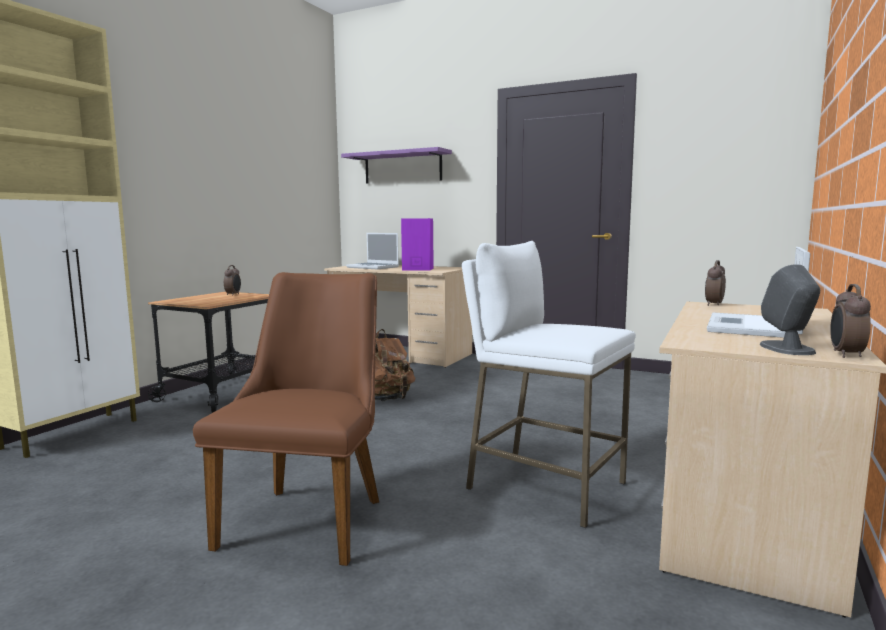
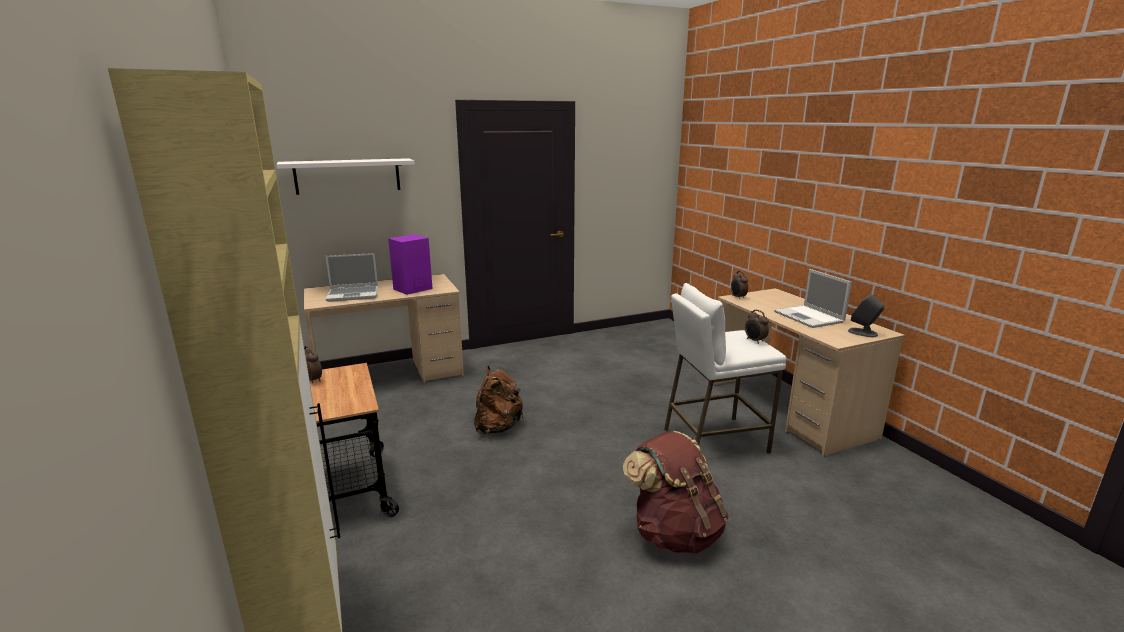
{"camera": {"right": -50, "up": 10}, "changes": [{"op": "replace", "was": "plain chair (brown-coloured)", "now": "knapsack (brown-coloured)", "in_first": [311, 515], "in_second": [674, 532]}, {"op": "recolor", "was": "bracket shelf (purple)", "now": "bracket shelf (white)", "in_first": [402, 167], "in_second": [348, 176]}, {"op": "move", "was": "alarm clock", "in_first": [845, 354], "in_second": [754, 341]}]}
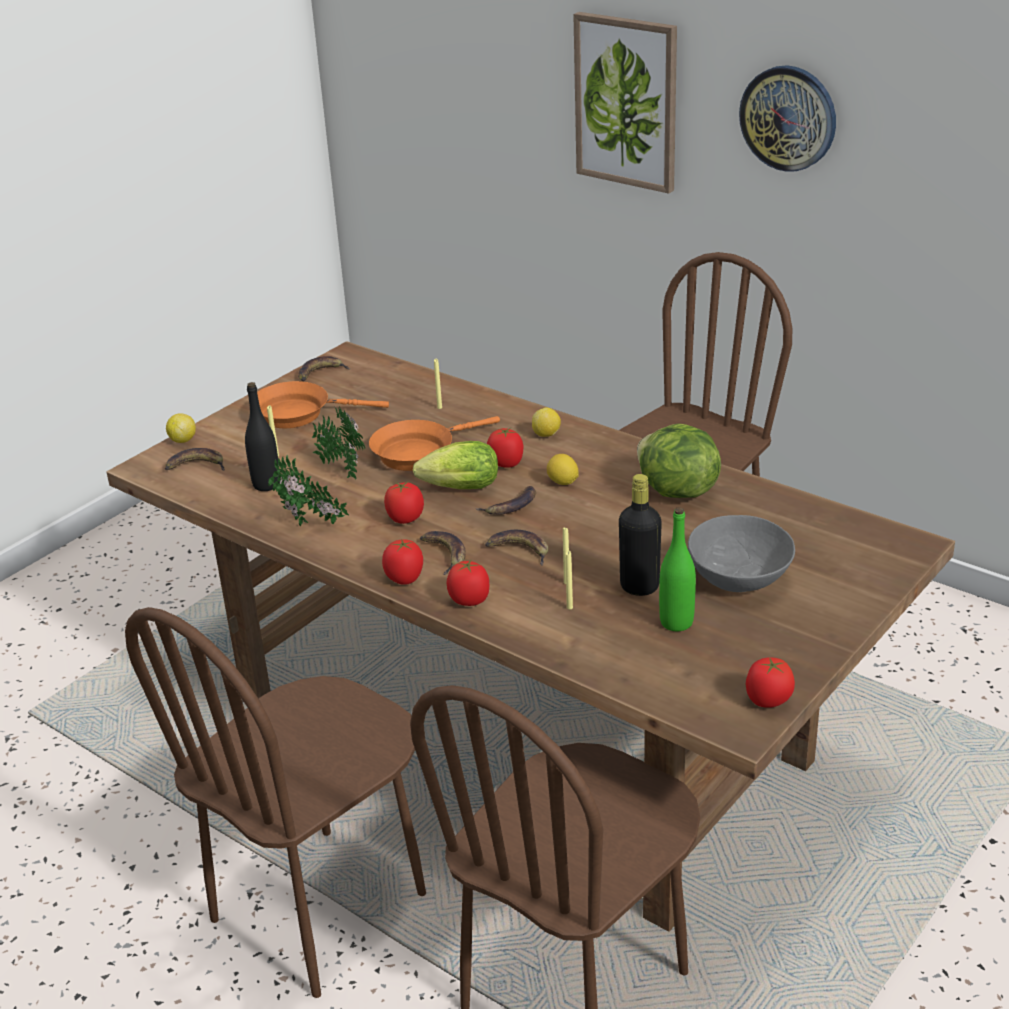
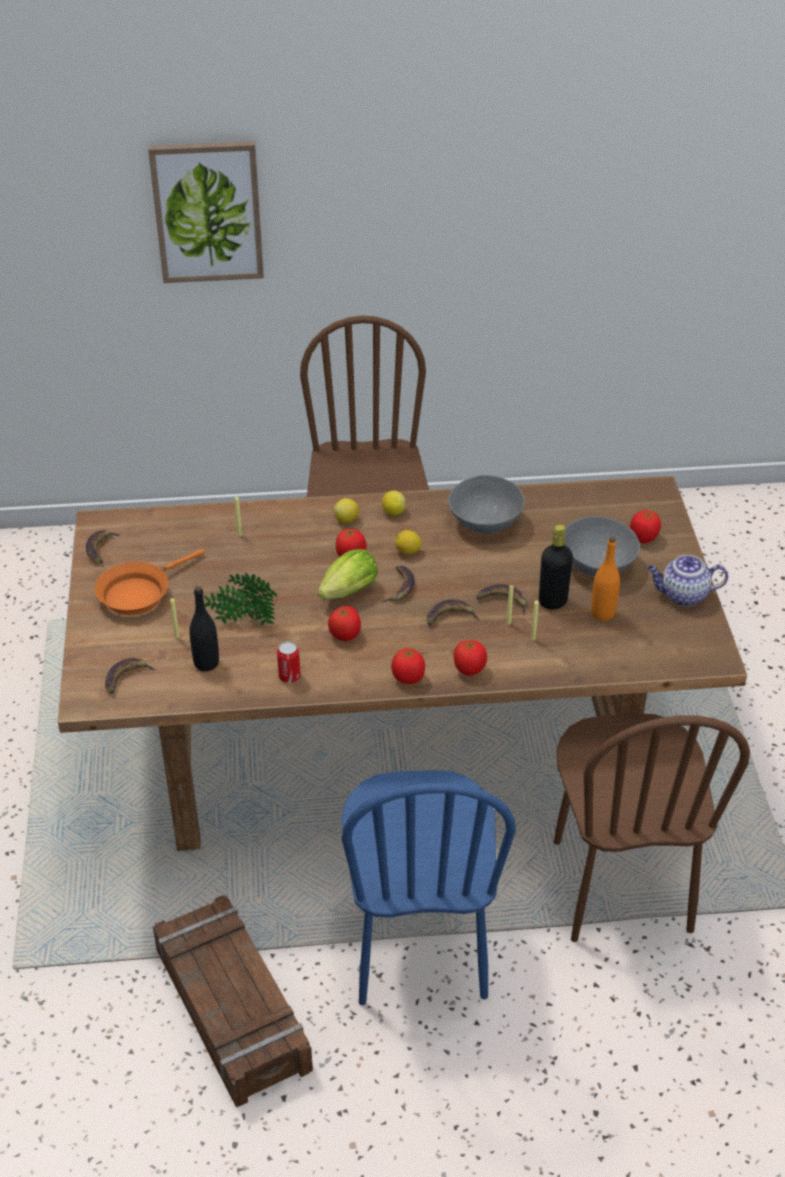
{"camera": {"right": -45, "up": 10}, "changes": [{"op": "recolor", "was": "plain chair (brown-coloured)", "now": "plain chair (blue)", "in_first": [320, 908], "in_second": [418, 946]}, {"op": "move", "was": "whole lemon", "in_first": [183, 440], "in_second": [393, 512]}, {"op": "replace", "was": "potted plant", "now": "sealed can", "in_first": [311, 526], "in_second": [289, 676]}, {"op": "delete", "was": "pan (orange-coloured)", "in_first": [418, 452]}, {"op": "move", "was": "whole banana", "in_first": [444, 554], "in_second": [502, 601]}, {"op": "replace", "was": "head of lettuce", "now": "bowl (gray)", "in_first": [676, 492], "in_second": [485, 522]}, {"op": "recolor", "was": "beverage bottle (green-coloured)", "now": "beverage bottle (orange-coloured)", "in_first": [676, 622], "in_second": [602, 613]}, {"op": "delete", "was": "wall clock", "in_first": [788, 118]}, {"op": "move", "was": "whole tomato", "in_first": [768, 700], "in_second": [643, 538]}, {"op": "insert", "now": "crate", "in_second": [233, 1008]}, {"op": "insert", "now": "teapot", "in_second": [682, 595]}]}
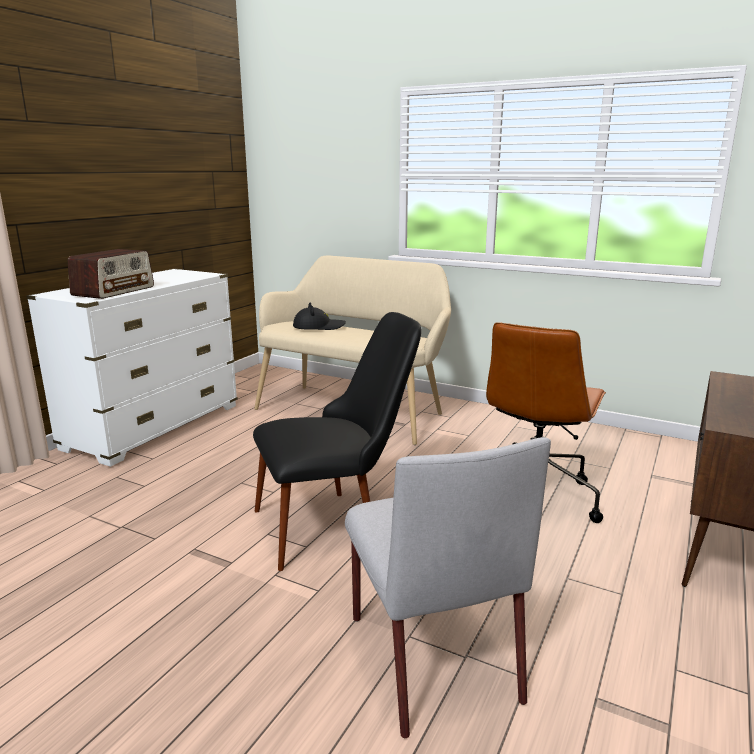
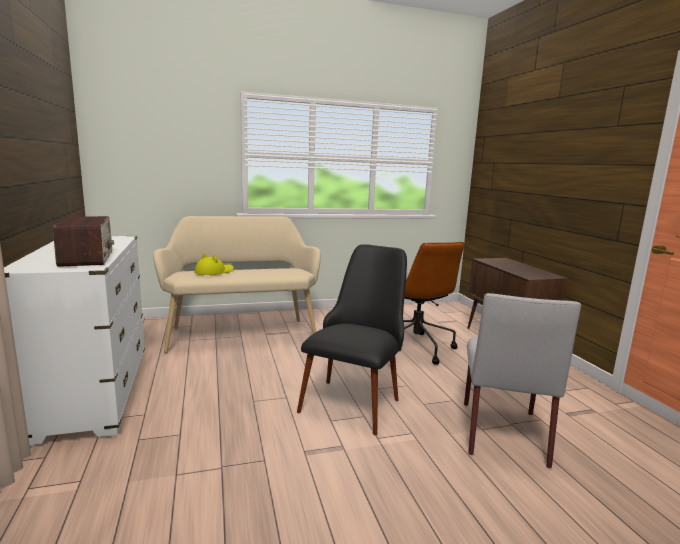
{"camera": {"right": -45, "up": -5}, "changes": [{"op": "recolor", "was": "clothing hat (black)", "now": "clothing hat (yellowish)", "in_first": [318, 327], "in_second": [214, 272]}, {"op": "rotate", "was": "plain chair (gray)", "in_first": [430, 655], "in_second": [502, 431], "clockwise": 75}]}
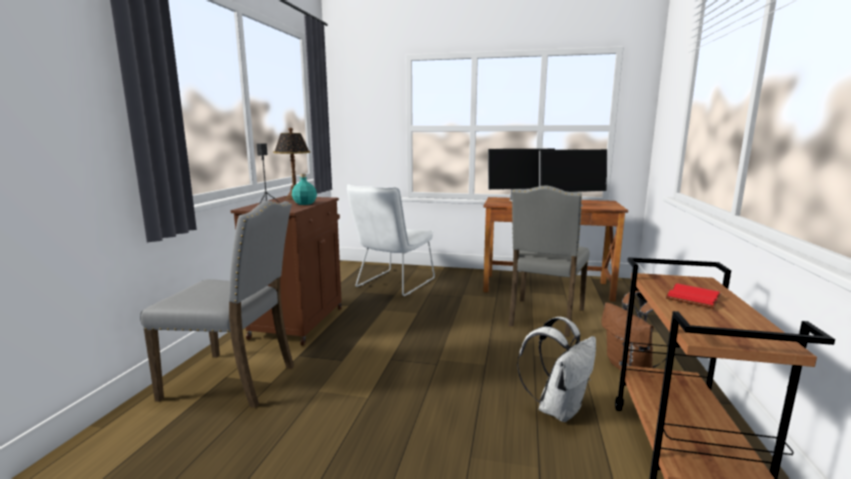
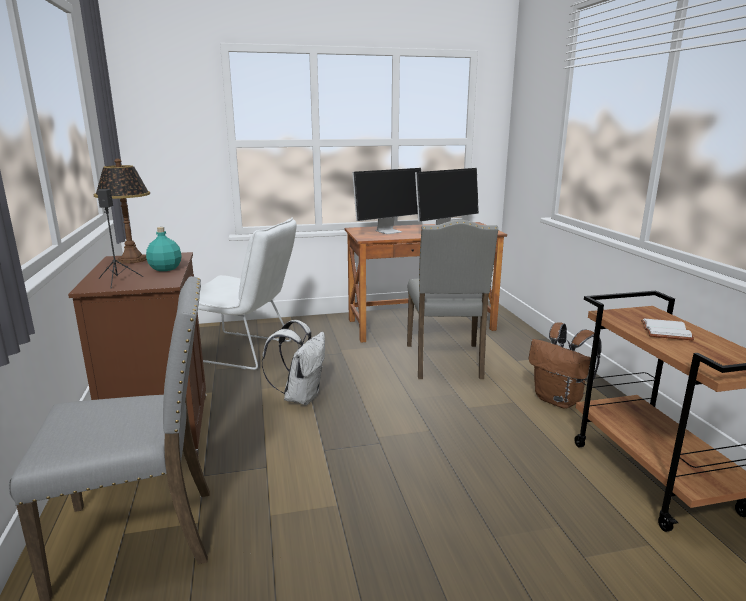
{"camera": {"right": -25, "up": 5}, "changes": [{"op": "rotate", "was": "plain chair (white)", "in_first": [392, 284], "in_second": [245, 351], "clockwise": -75}, {"op": "move", "was": "knapsack (white)", "in_first": [558, 408], "in_second": [301, 396]}, {"op": "recolor", "was": "bound book (reddish)", "now": "bound book (white)", "in_first": [694, 298], "in_second": [667, 332]}]}
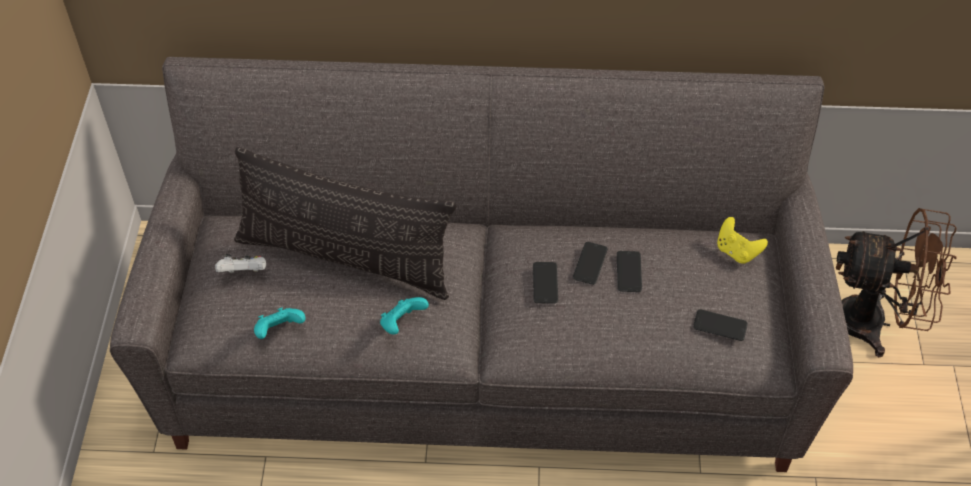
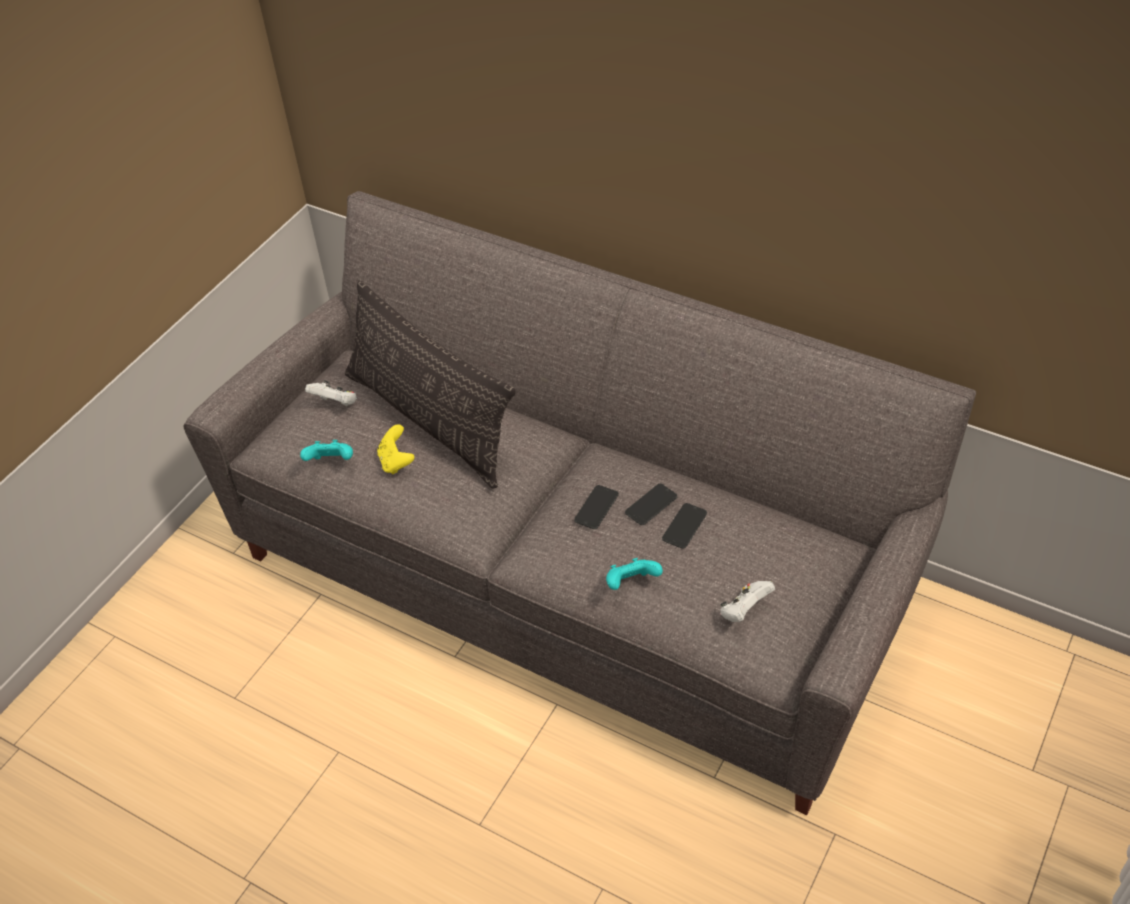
{"camera": {"right": 30, "up": -5}, "changes": [{"op": "move", "was": "gamepad (turquoise)", "in_first": [402, 323], "in_second": [631, 584]}, {"op": "replace", "was": "phone", "now": "gamepad (white)", "in_first": [720, 325], "in_second": [744, 611]}, {"op": "move", "was": "gamepad (yellowish)", "in_first": [737, 251], "in_second": [396, 462]}, {"op": "delete", "was": "cooling fan (brown-coloured)", "in_first": [873, 323]}]}
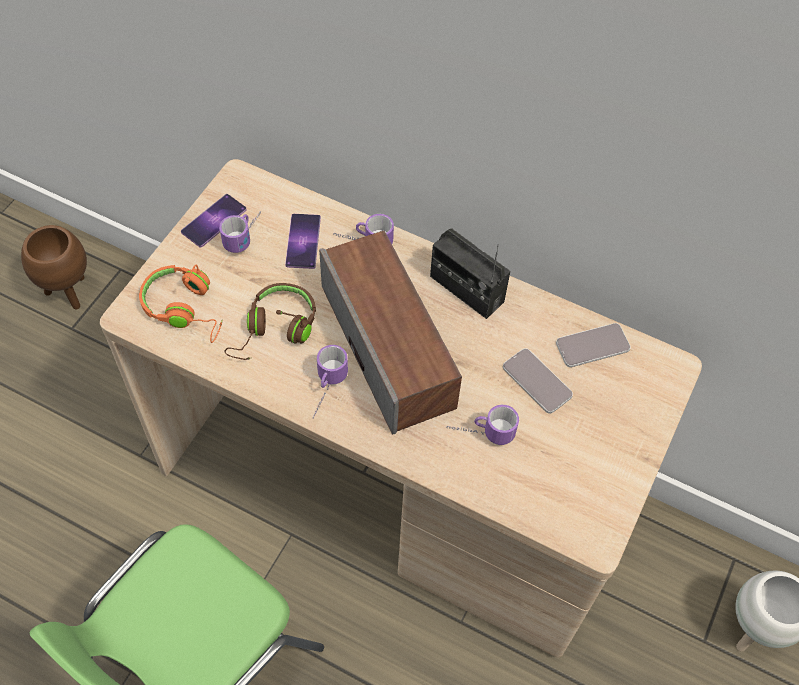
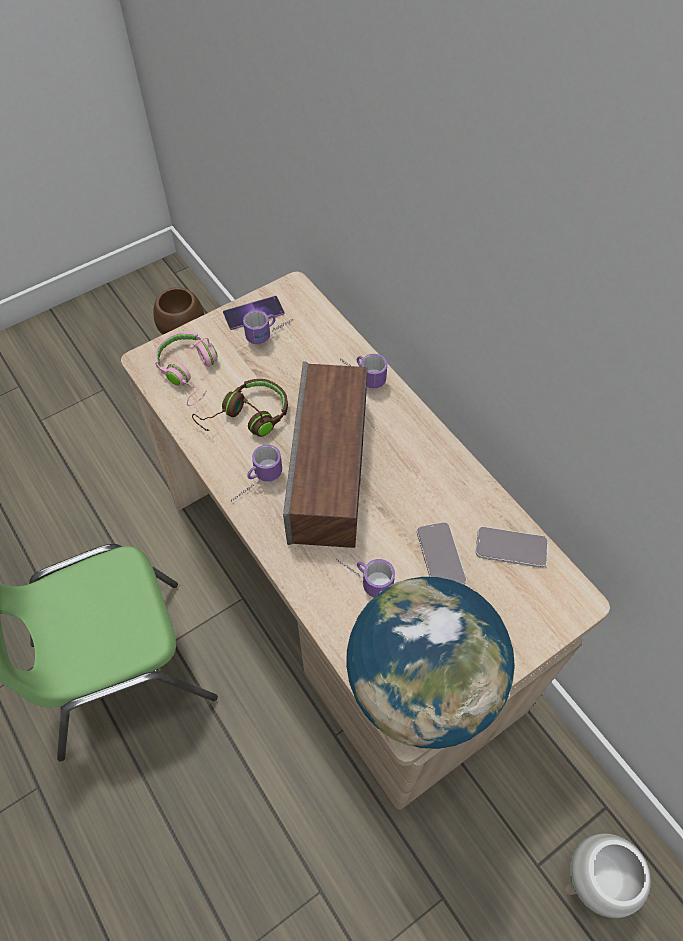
{"camera": {"right": 30, "up": 0}, "changes": [{"op": "recolor", "was": "headset (orange-coloured)", "now": "headset (pink-coloured)", "in_first": [186, 308], "in_second": [189, 372]}, {"op": "delete", "was": "phone", "in_first": [303, 241]}, {"op": "delete", "was": "radio set", "in_first": [466, 289]}, {"op": "insert", "now": "world globe", "in_second": [421, 684]}]}
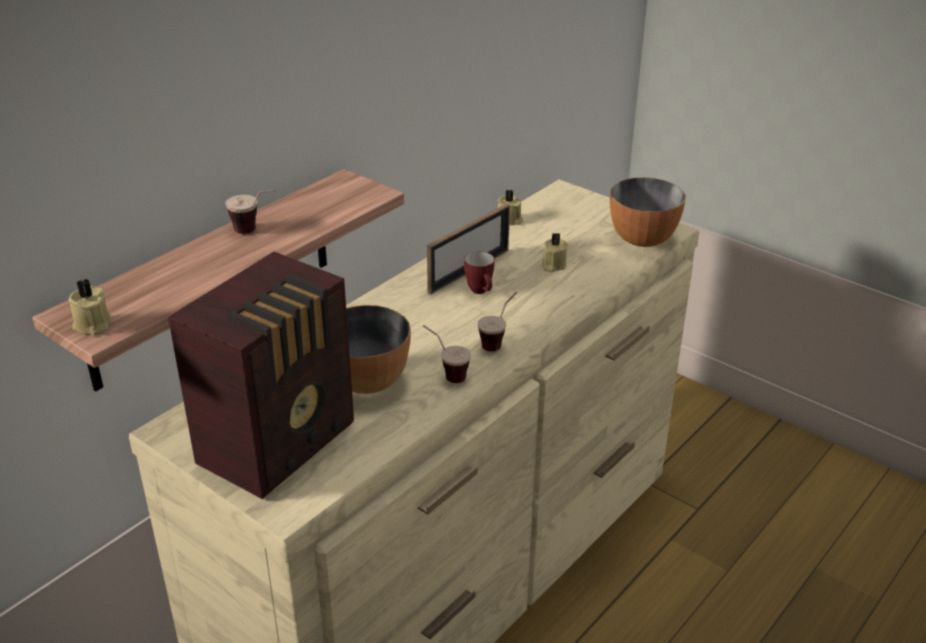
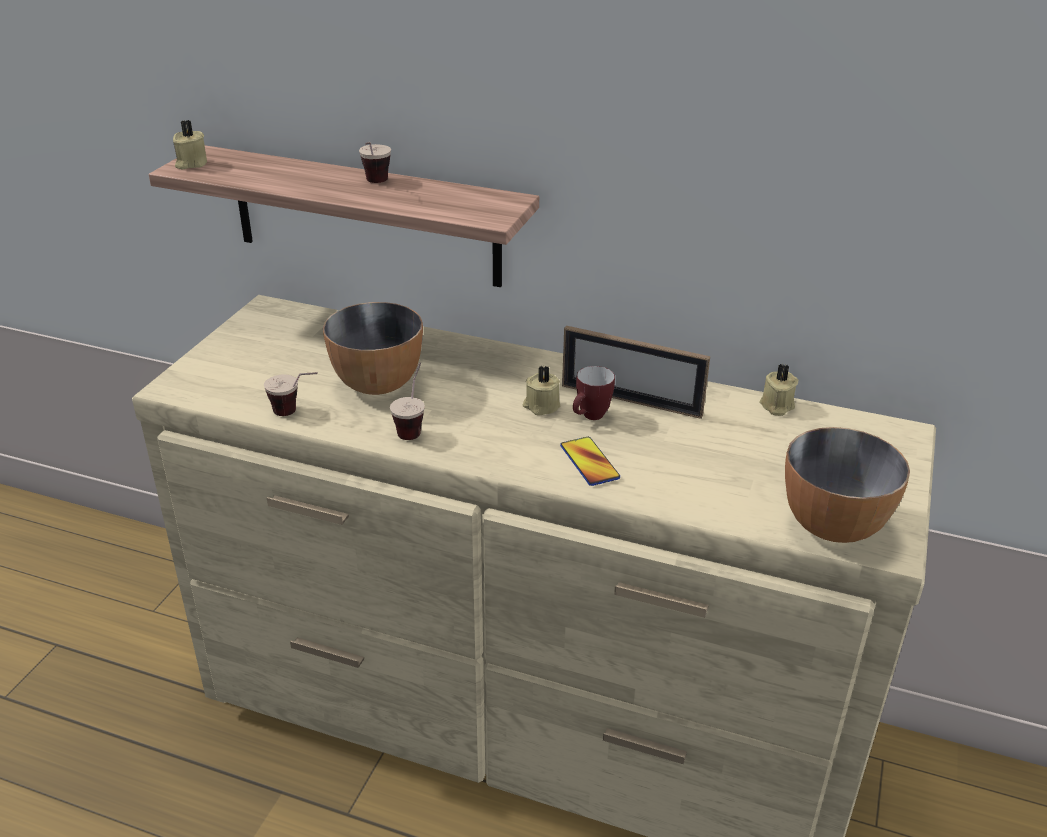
{"camera": {"right": 70, "up": 0}, "changes": [{"op": "delete", "was": "radio set", "in_first": [281, 443]}, {"op": "move", "was": "drinking cup", "in_first": [498, 341], "in_second": [296, 413]}, {"op": "move", "was": "wax candle (beige-coloured)", "in_first": [553, 265], "in_second": [541, 406]}, {"op": "insert", "now": "phone", "in_second": [589, 462]}]}
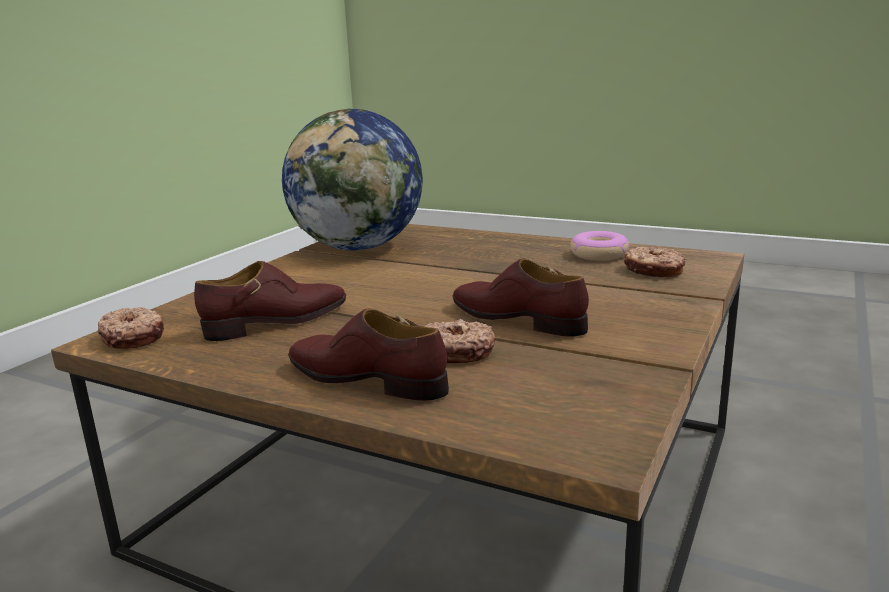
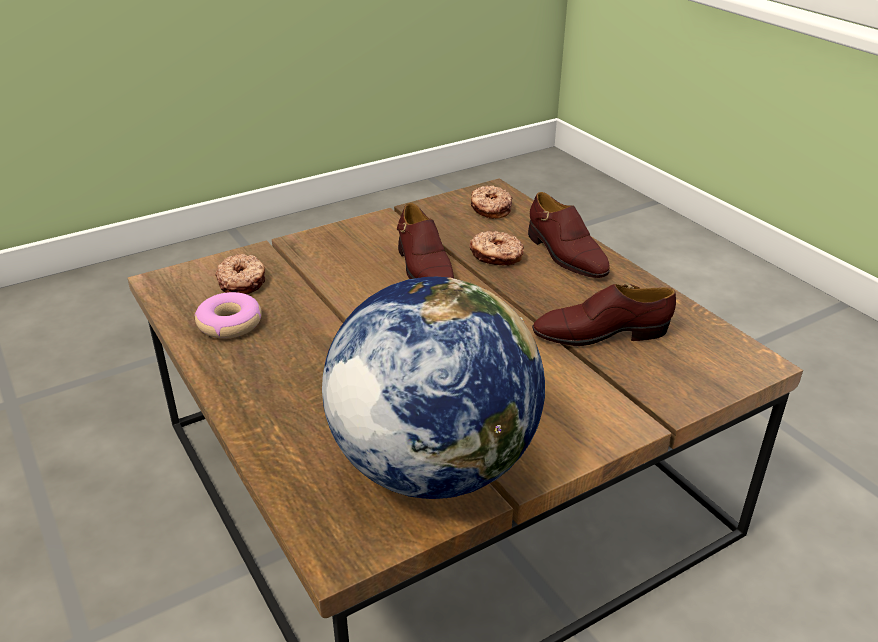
{"camera": {"right": -150, "up": 15}, "changes": [{"op": "move", "was": "ring doughnut", "in_first": [134, 337], "in_second": [490, 209]}]}
